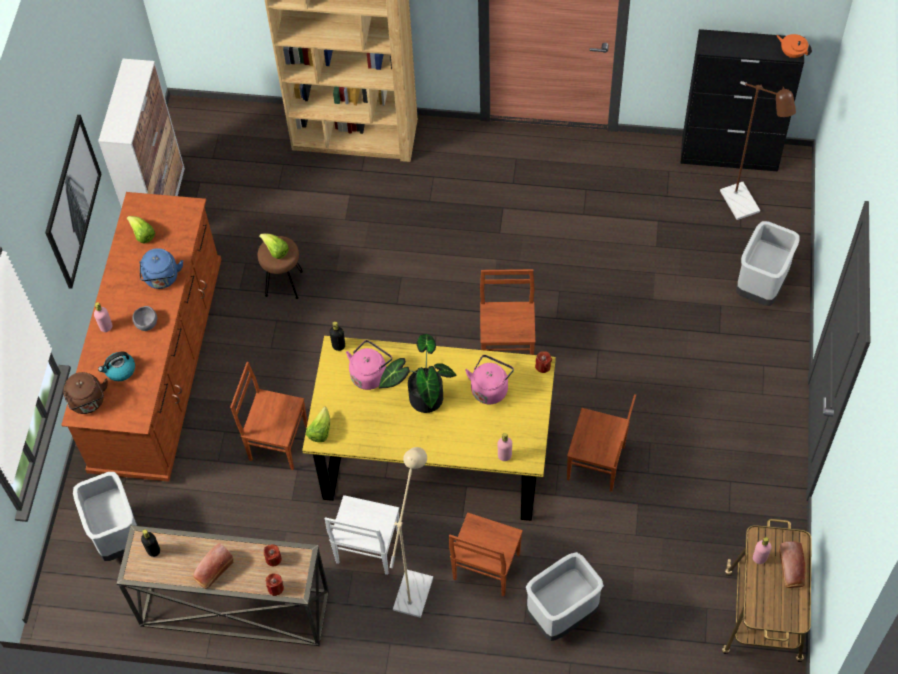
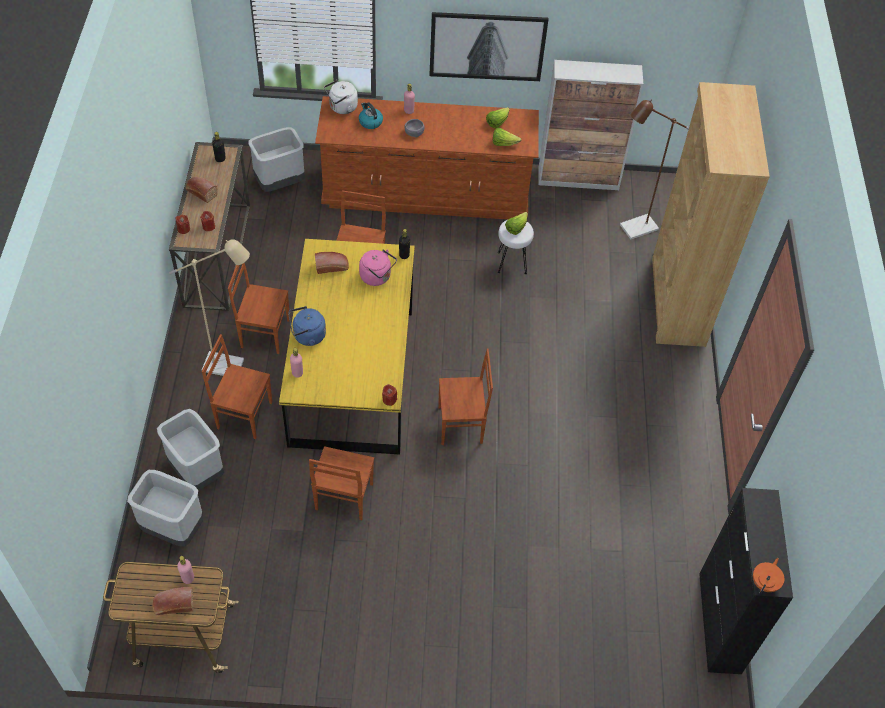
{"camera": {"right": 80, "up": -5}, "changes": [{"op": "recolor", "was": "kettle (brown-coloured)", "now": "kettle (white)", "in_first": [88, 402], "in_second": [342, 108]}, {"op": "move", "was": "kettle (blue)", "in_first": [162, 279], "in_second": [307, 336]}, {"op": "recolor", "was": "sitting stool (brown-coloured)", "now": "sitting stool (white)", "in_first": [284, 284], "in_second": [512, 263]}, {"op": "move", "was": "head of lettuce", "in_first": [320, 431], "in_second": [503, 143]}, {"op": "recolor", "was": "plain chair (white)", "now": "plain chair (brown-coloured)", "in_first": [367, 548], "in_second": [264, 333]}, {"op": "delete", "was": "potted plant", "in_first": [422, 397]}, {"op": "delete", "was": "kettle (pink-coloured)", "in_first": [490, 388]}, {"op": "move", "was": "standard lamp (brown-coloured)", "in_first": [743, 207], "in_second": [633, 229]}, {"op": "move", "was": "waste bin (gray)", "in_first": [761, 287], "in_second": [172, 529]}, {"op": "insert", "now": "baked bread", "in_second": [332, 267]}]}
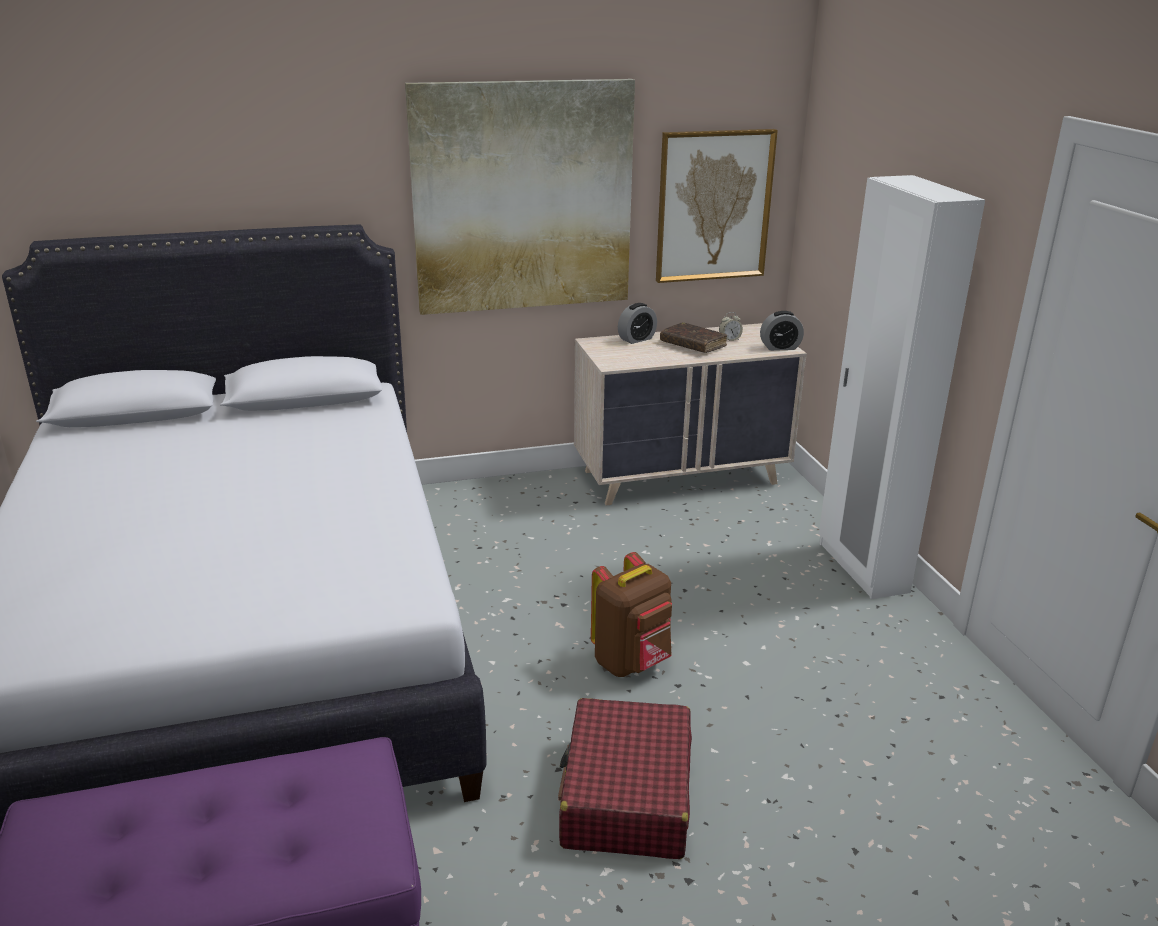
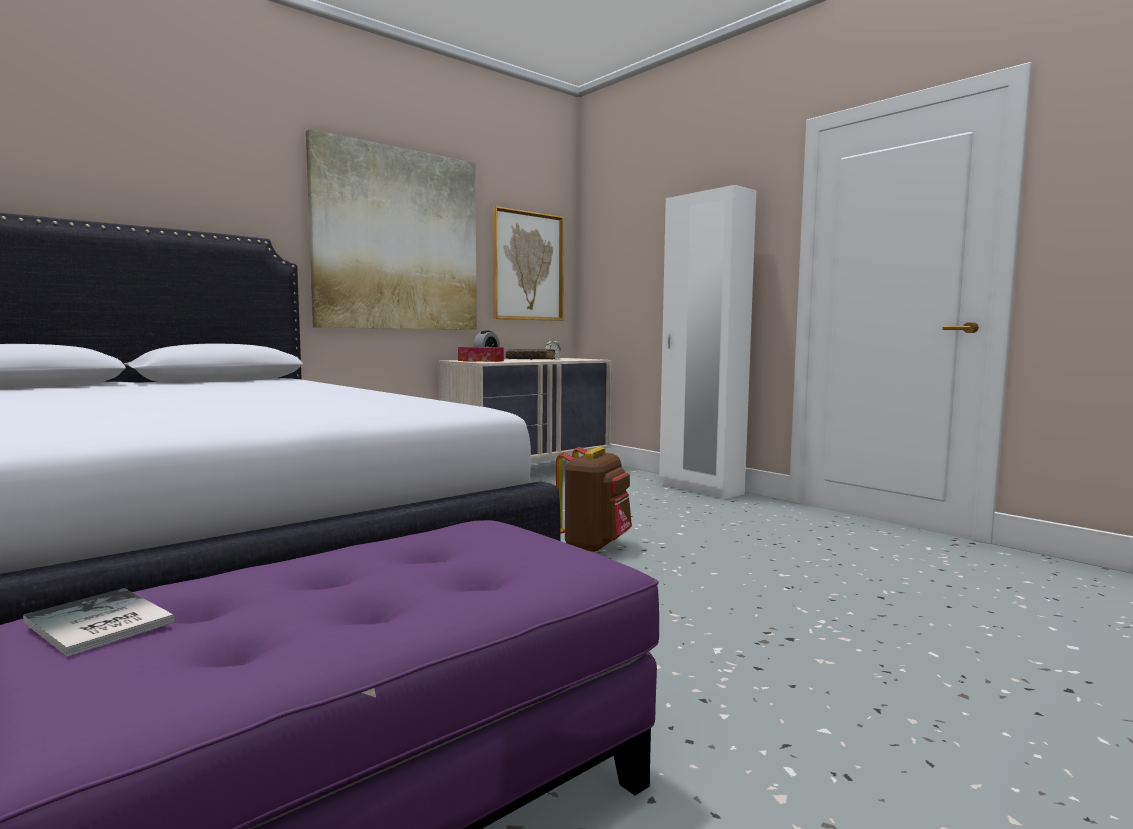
{"camera": {"right": -25, "up": -20}, "changes": [{"op": "delete", "was": "piece of luggage (reddish)", "in_first": [626, 796]}, {"op": "delete", "was": "alarm clock", "in_first": [780, 347]}, {"op": "insert", "now": "bound book", "in_second": [96, 625]}, {"op": "insert", "now": "tissue holder", "in_second": [481, 361]}]}
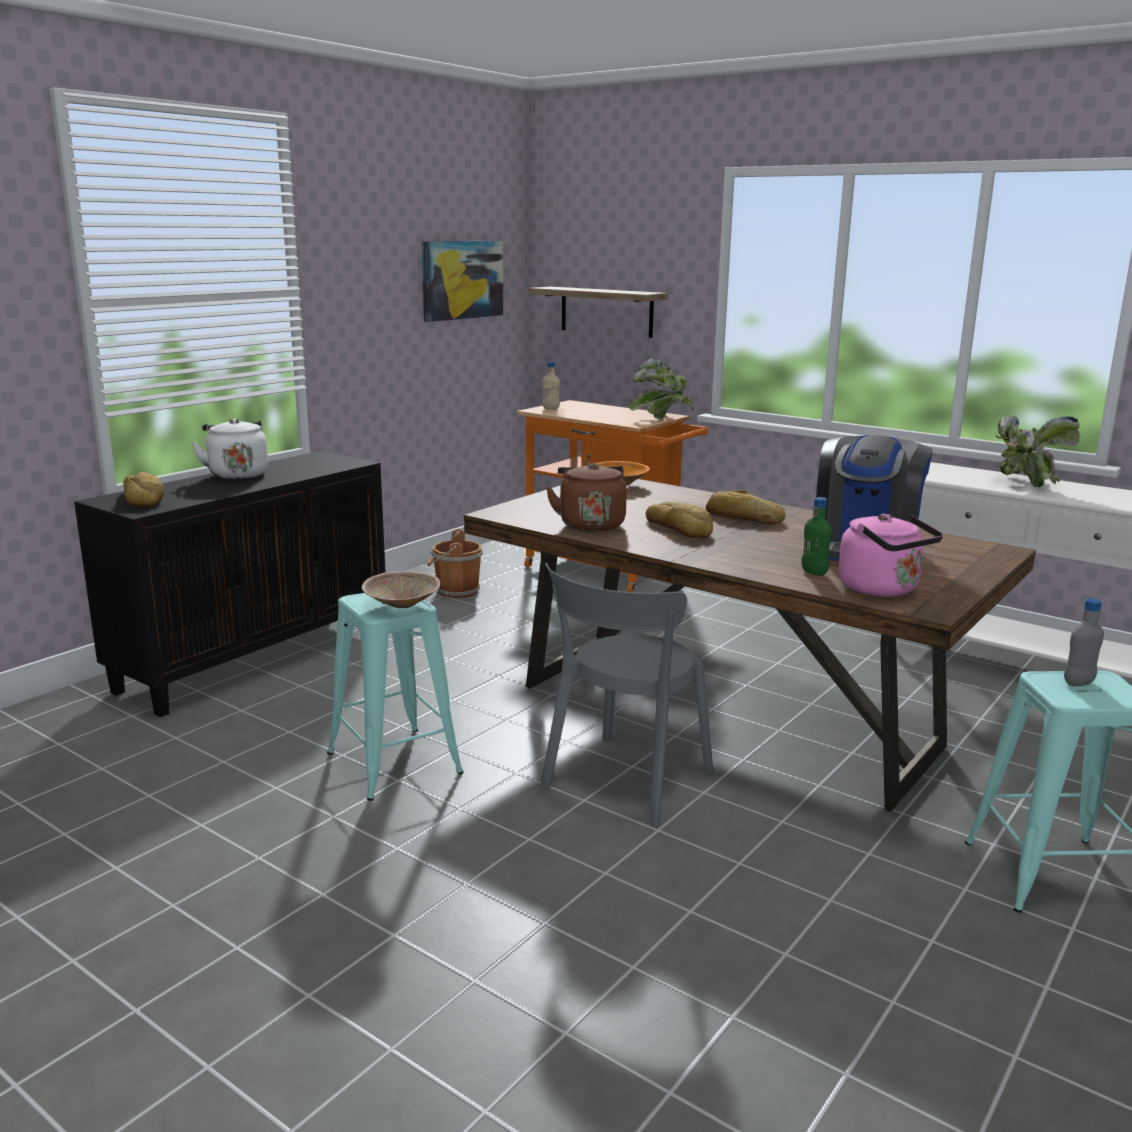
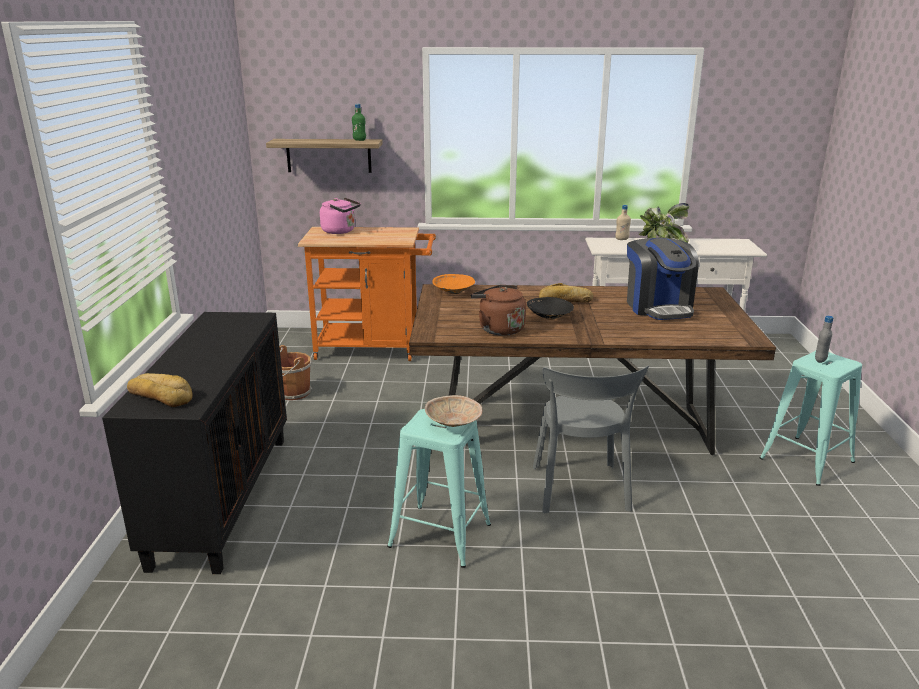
{"camera": {"right": -35, "up": 5}, "changes": [{"op": "delete", "was": "kettle (white)", "in_first": [237, 474]}, {"op": "delete", "was": "picture", "in_first": [462, 280]}, {"op": "move", "was": "beverage bottle (beige-coloured)", "in_first": [551, 408], "in_second": [622, 239]}, {"op": "delete", "was": "potted plant", "in_first": [661, 417]}, {"op": "replace", "was": "baked bread", "now": "bowl (black)", "in_first": [679, 528], "in_second": [549, 318]}, {"op": "move", "was": "beverage bottle (green-coloured)", "in_first": [814, 572], "in_second": [359, 140]}, {"op": "move", "was": "kettle (pink-coloured)", "in_first": [883, 590], "in_second": [340, 231]}]}
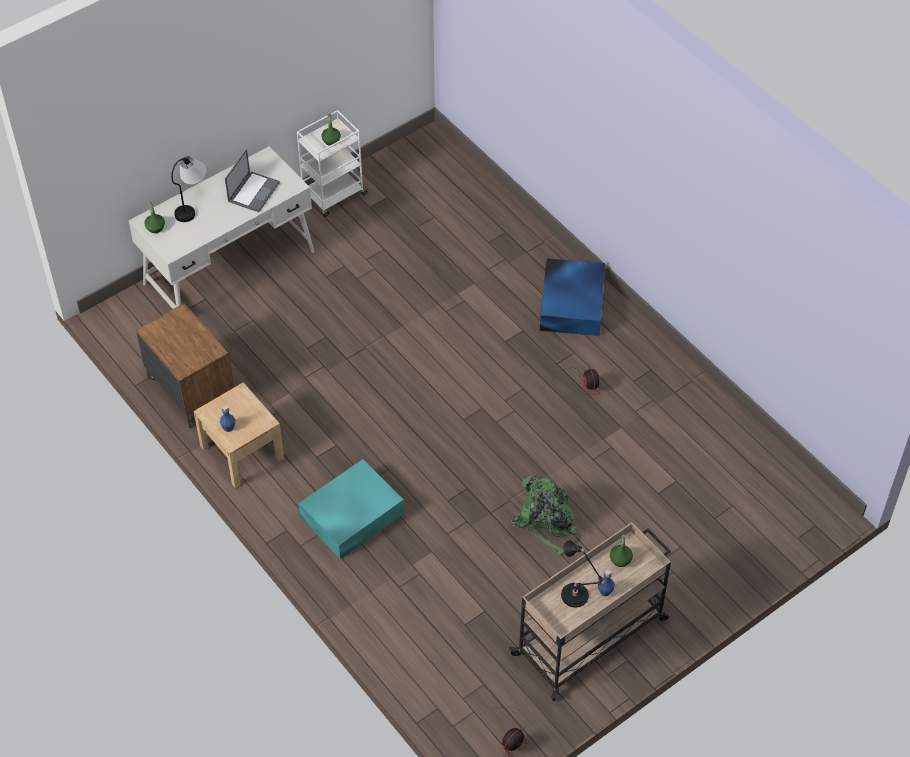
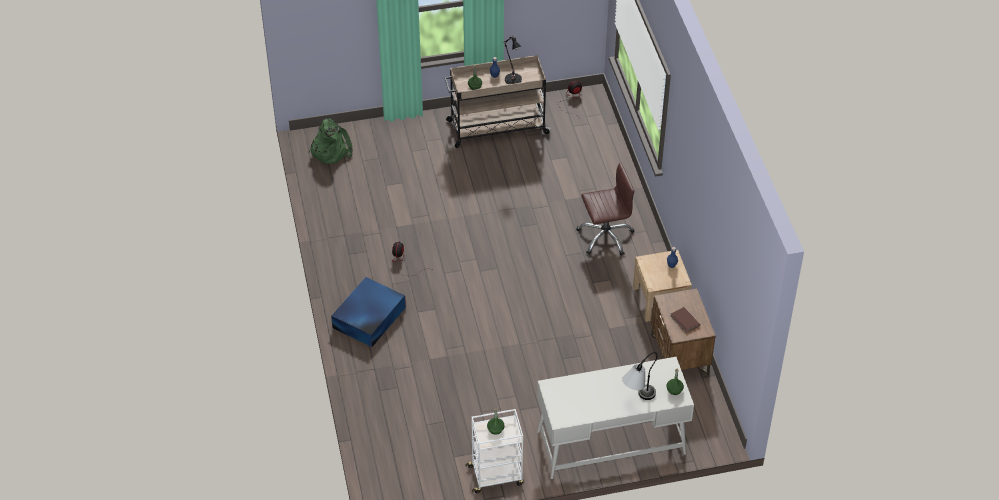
{"camera": {"right": -155, "up": -5}, "changes": [{"op": "delete", "was": "laptop", "in_first": [254, 191]}, {"op": "replace", "was": "storage container (turquoise)", "now": "office chair (brown-coloured)", "in_first": [350, 515], "in_second": [605, 236]}, {"op": "move", "was": "knapsack (green-coloured)", "in_first": [547, 522], "in_second": [330, 150]}, {"op": "insert", "now": "bound book (brown-coloured)", "in_second": [684, 321]}]}
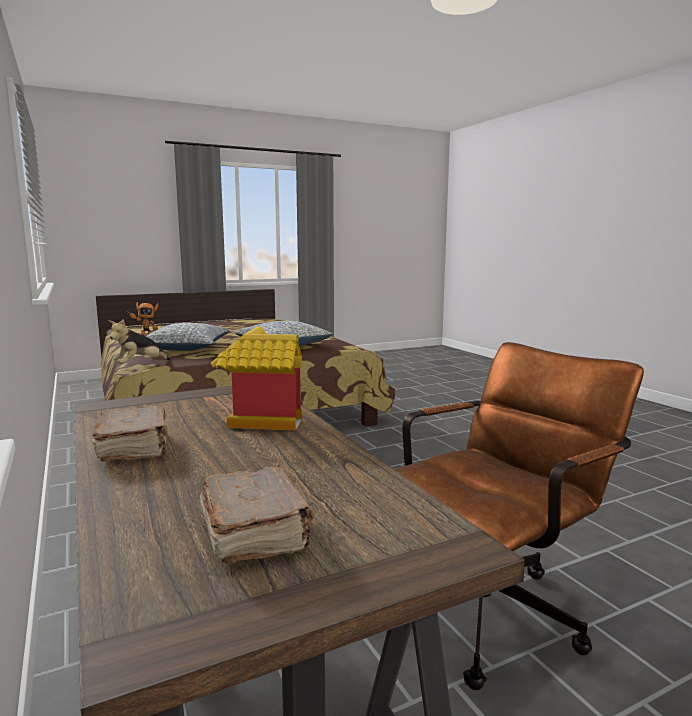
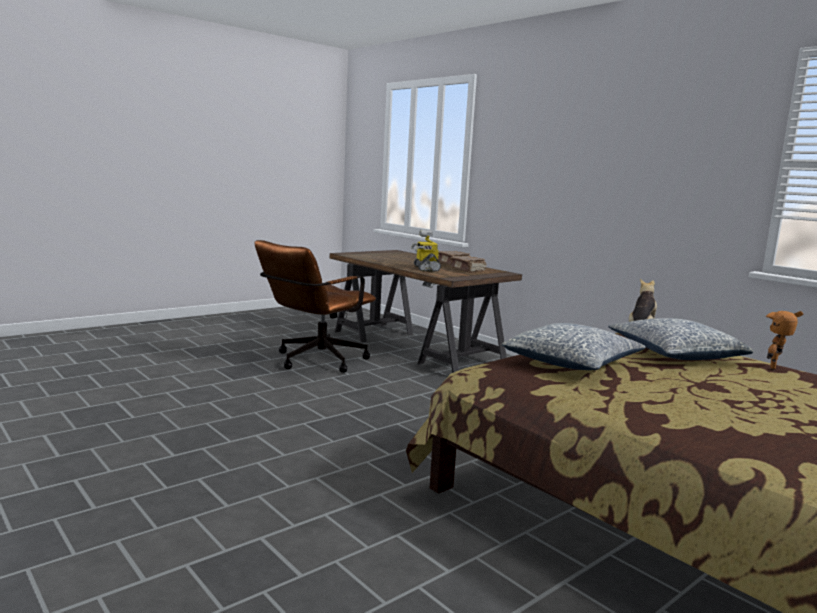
{"camera": {"right": 165, "up": 0}, "changes": [{"op": "move", "was": "bound book (brown-coloured)", "in_first": [255, 533], "in_second": [467, 270]}, {"op": "replace", "was": "miniature house", "now": "robot figure", "in_first": [258, 419], "in_second": [425, 268]}]}
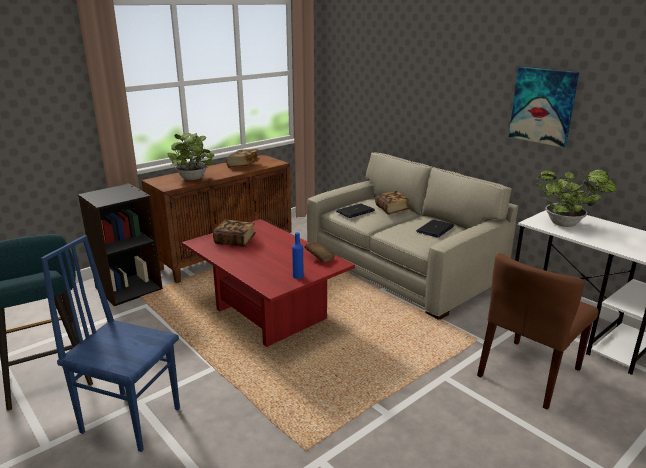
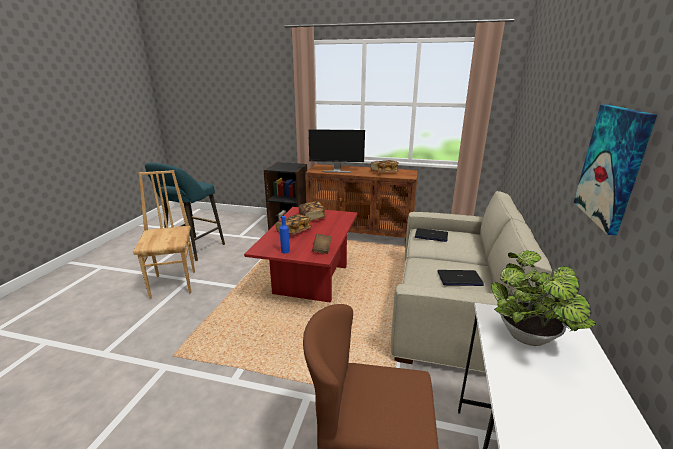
{"camera": {"right": 55, "up": 0}, "changes": [{"op": "recolor", "was": "plain chair (blue)", "now": "plain chair (brown-coloured)", "in_first": [131, 419], "in_second": [174, 283]}, {"op": "replace", "was": "potted plant", "now": "monitor", "in_first": [193, 179], "in_second": [336, 170]}, {"op": "move", "was": "bound book", "in_first": [391, 209], "in_second": [294, 231]}]}
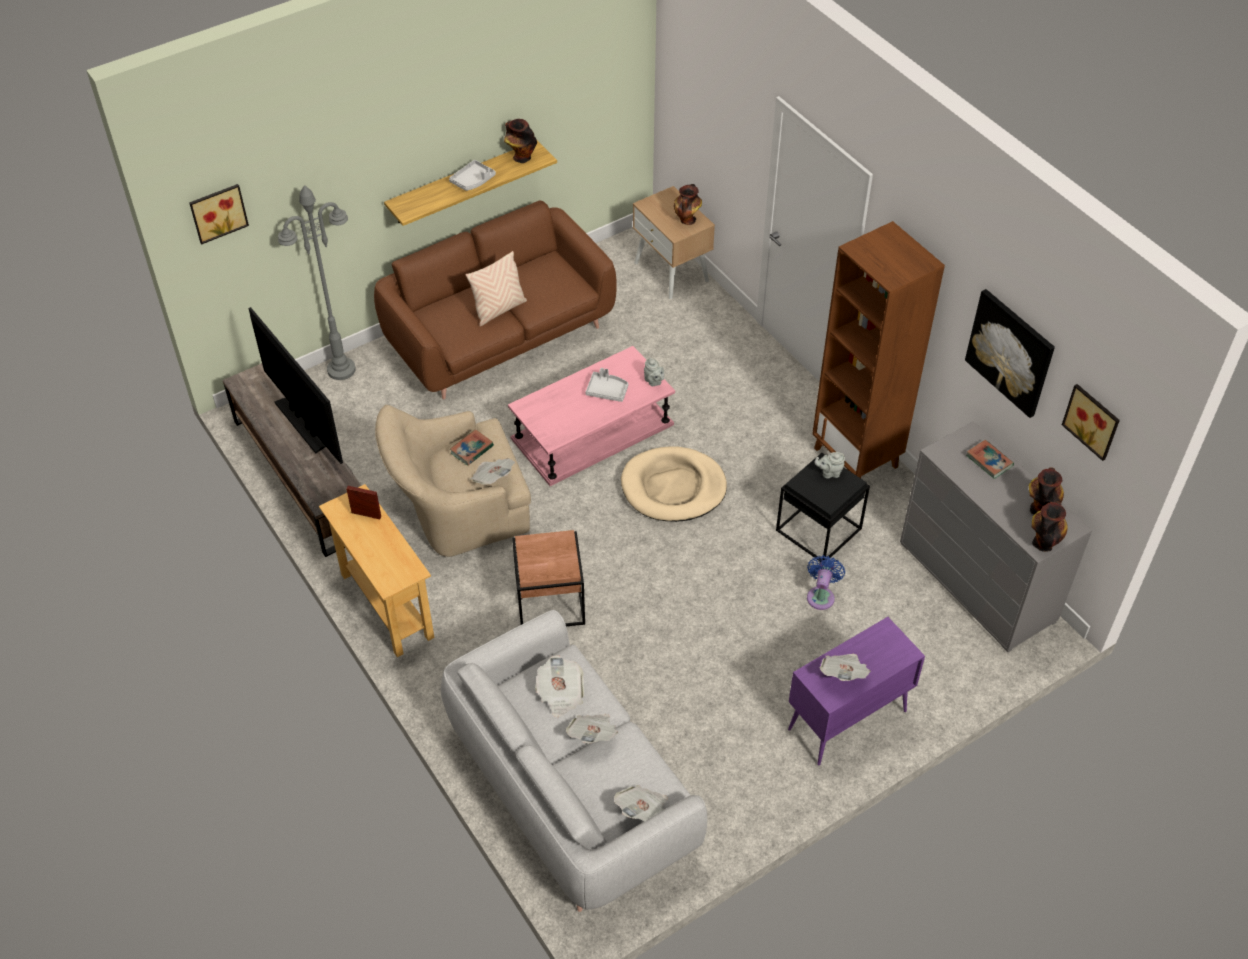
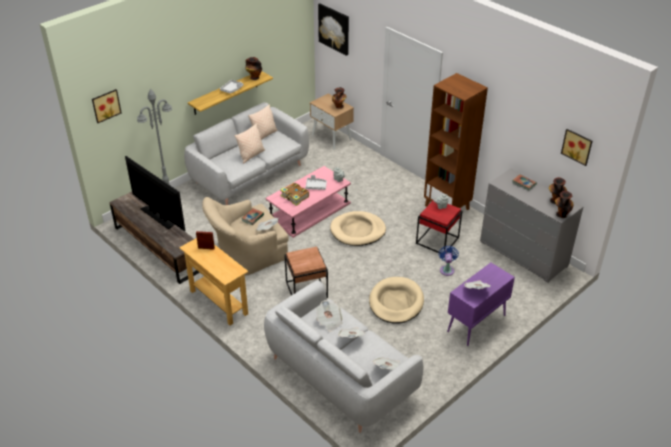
{"camera": {"right": -10, "up": -10}, "changes": [{"op": "recolor", "was": "settee (brown-coloured)", "now": "settee (gray)", "in_first": [499, 336], "in_second": [249, 174]}, {"op": "recolor", "was": "side table (black)", "now": "side table (reddish)", "in_first": [819, 530], "in_second": [438, 240]}, {"op": "move", "was": "picture", "in_first": [1010, 352], "in_second": [334, 29]}, {"op": "insert", "now": "pillow (beige-coloured)", "in_second": [264, 135]}, {"op": "insert", "now": "bound book", "in_second": [295, 197]}, {"op": "insert", "now": "dog bed (beige-coloured)", "in_second": [396, 302]}]}
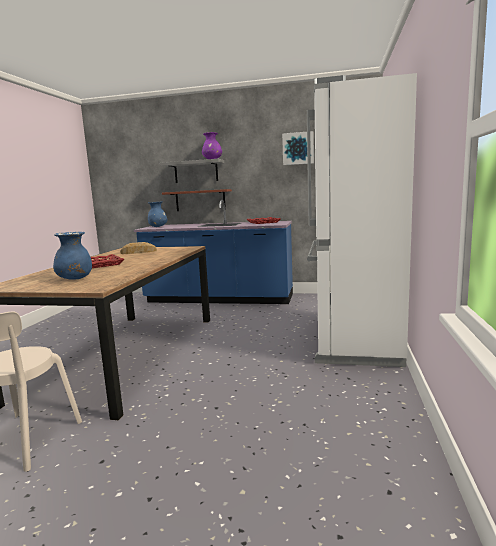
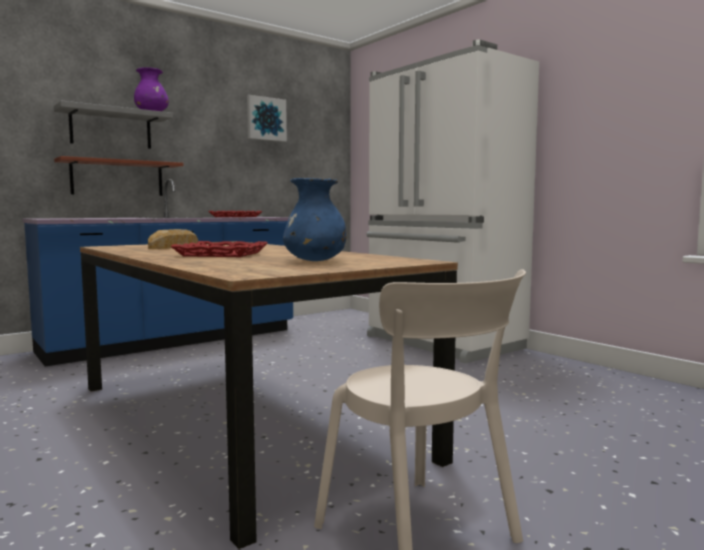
{"camera": {"right": -50, "up": -5}, "changes": [{"op": "delete", "was": "decorative vase (blue)", "in_first": [158, 226]}]}
